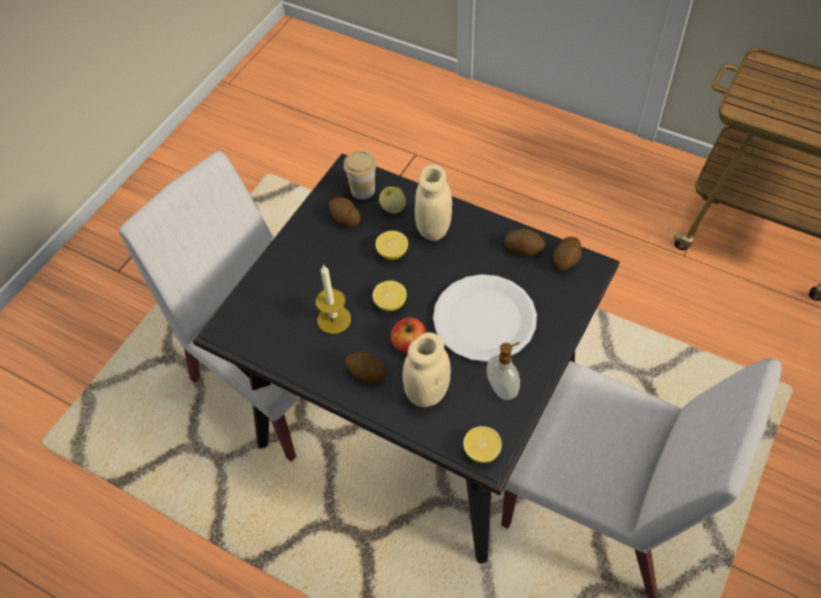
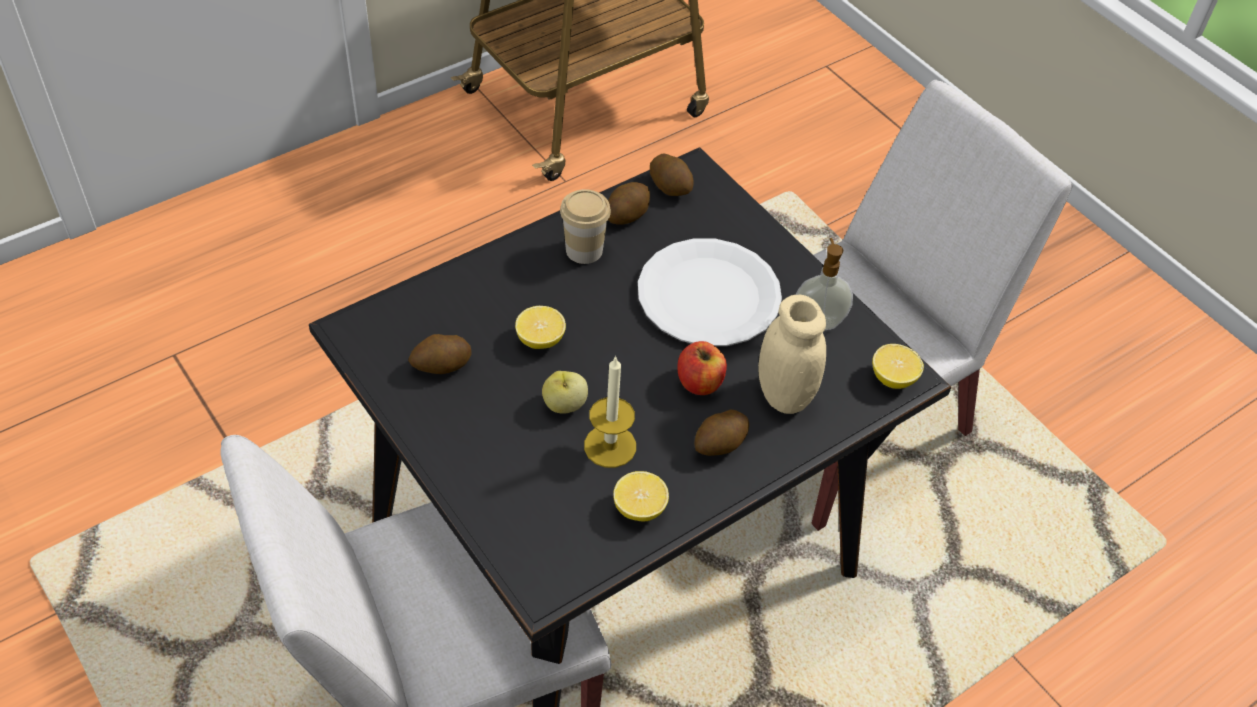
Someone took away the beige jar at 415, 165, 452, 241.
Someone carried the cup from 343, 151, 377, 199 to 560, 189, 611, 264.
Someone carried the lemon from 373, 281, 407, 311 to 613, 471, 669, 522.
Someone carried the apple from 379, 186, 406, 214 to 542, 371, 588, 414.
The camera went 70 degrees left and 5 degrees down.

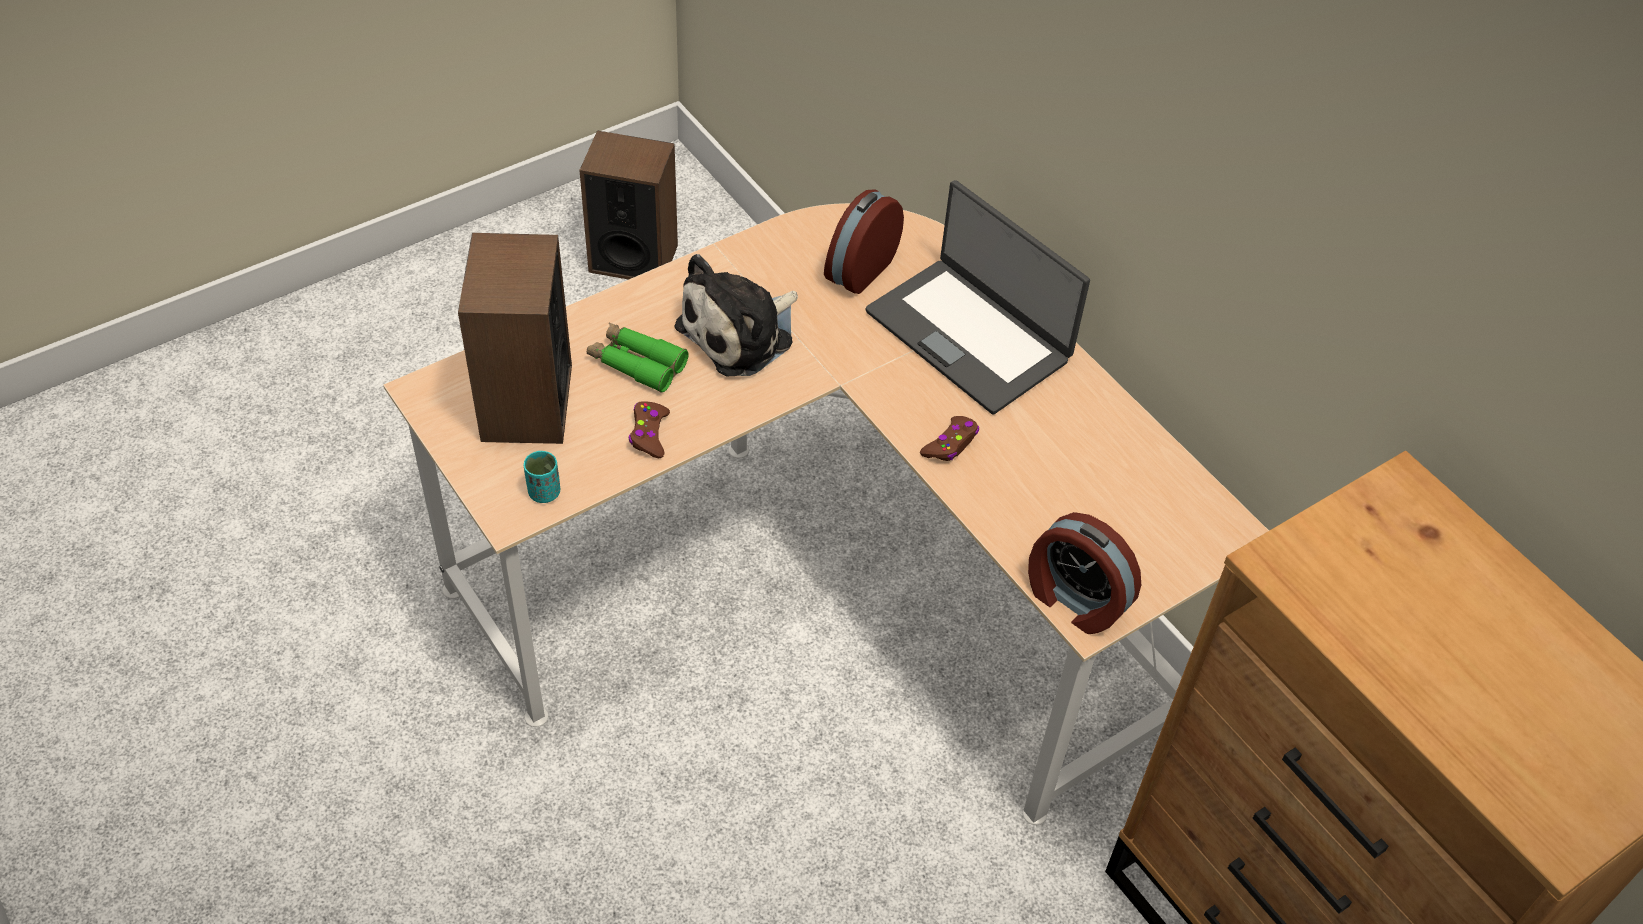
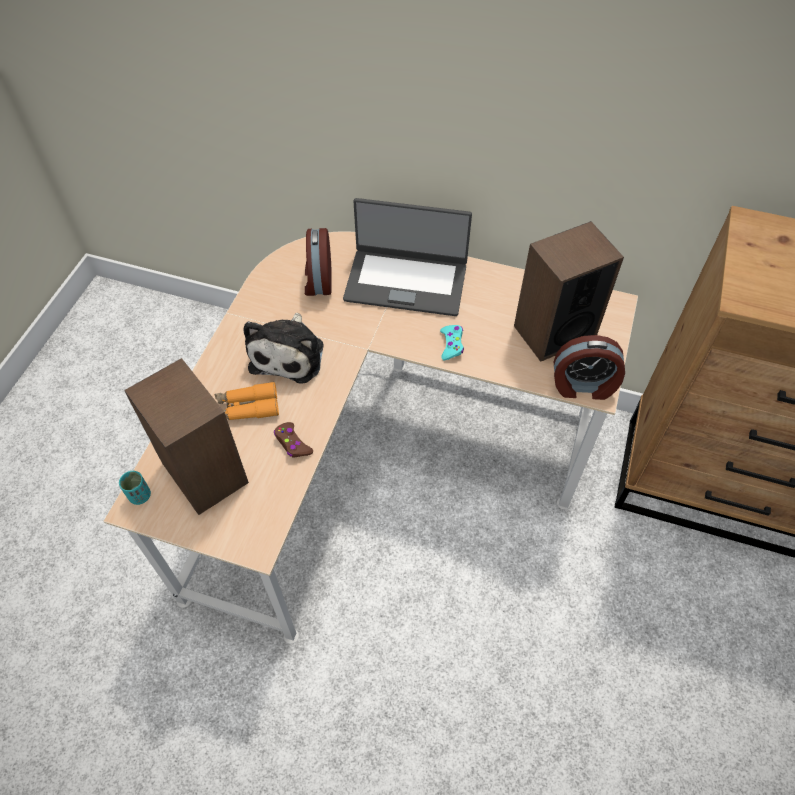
Someone carried the turquoise cup from 524, 451, 561, 503 to 119, 471, 151, 505.
Someone carried the speaker from 579, 130, 678, 280 to 514, 221, 624, 362.
Someone repainted the green binoculars at 587, 323, 688, 393, which became the orange binoculars at 214, 381, 279, 420.
Someone repainted the brown game controller at 920, 416, 979, 461, which became the turquoise game controller at 440, 325, 464, 360.
The camera went 35 degrees left and 5 degrees up.

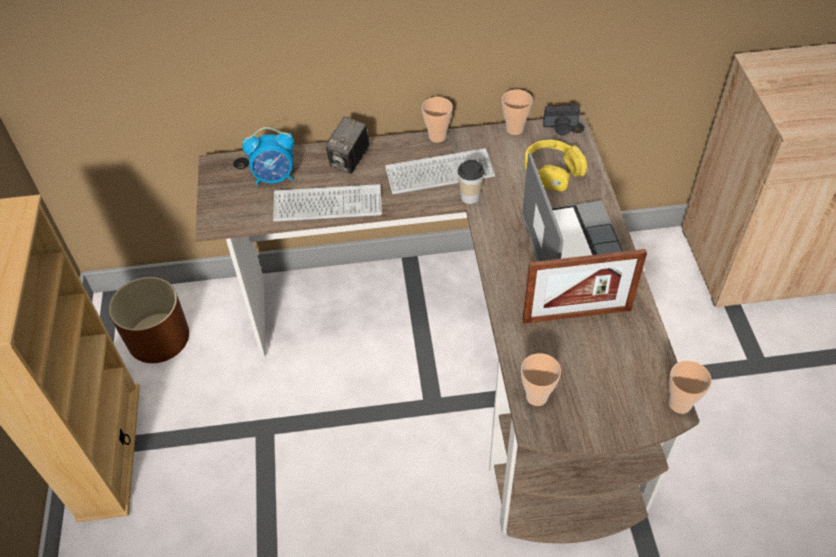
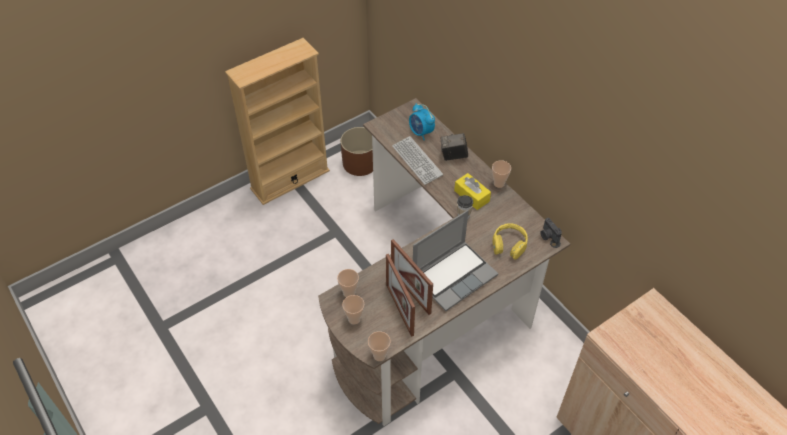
Someone put down the picture frame at 386, 254, 415, 337.
Someone carried the cup from 502, 89, 533, 135 to 342, 295, 364, 324.
Someone swapped the keyboard at 385, 148, 495, 194 for the yellow tissue box at 454, 173, 491, 210.
The camera went 60 degrees right and 0 degrees up.

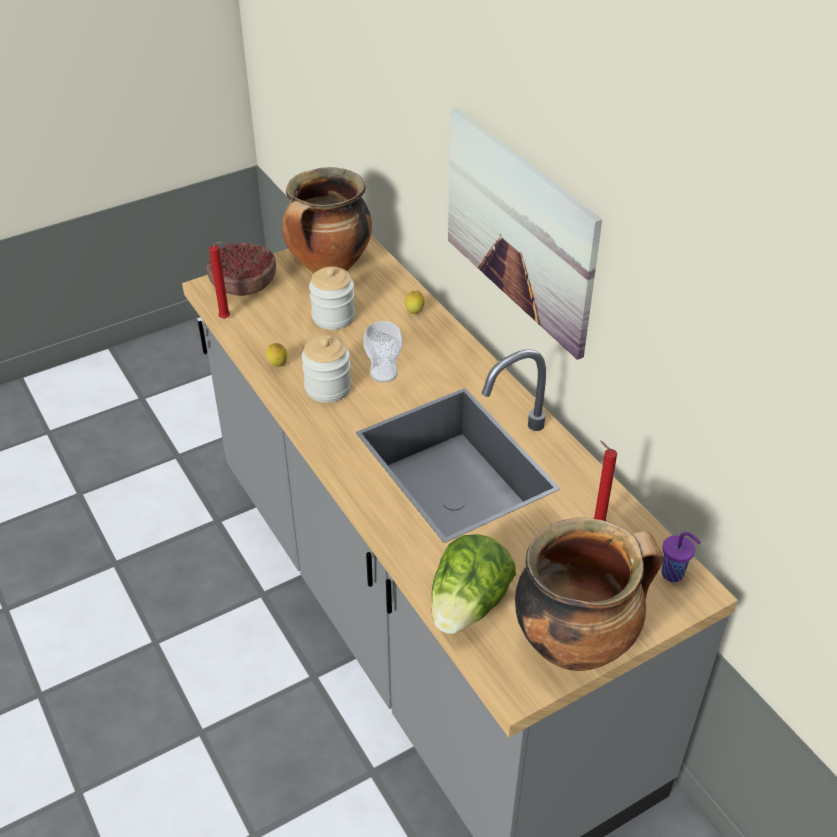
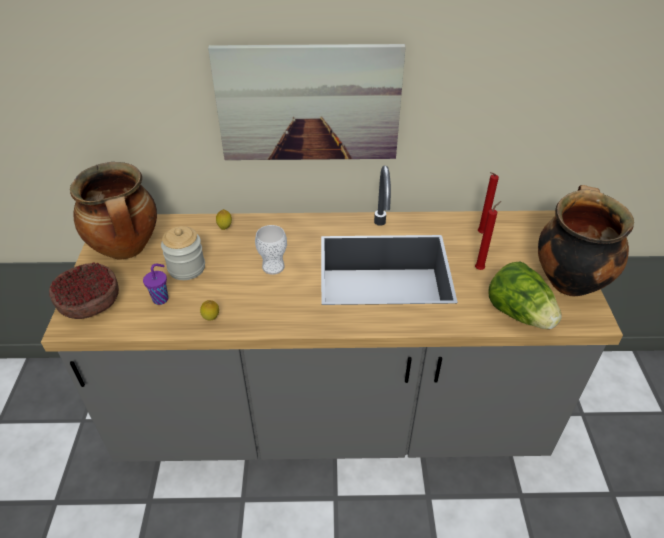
Someone took away the jar at 302, 335, 351, 403.
Someone carried the red candle from 209, 242, 230, 319 to 475, 201, 501, 270.
Someone carried the purple cup from 662, 532, 701, 582 to 143, 263, 168, 305.
The camera went 60 degrees left and 0 degrees up.

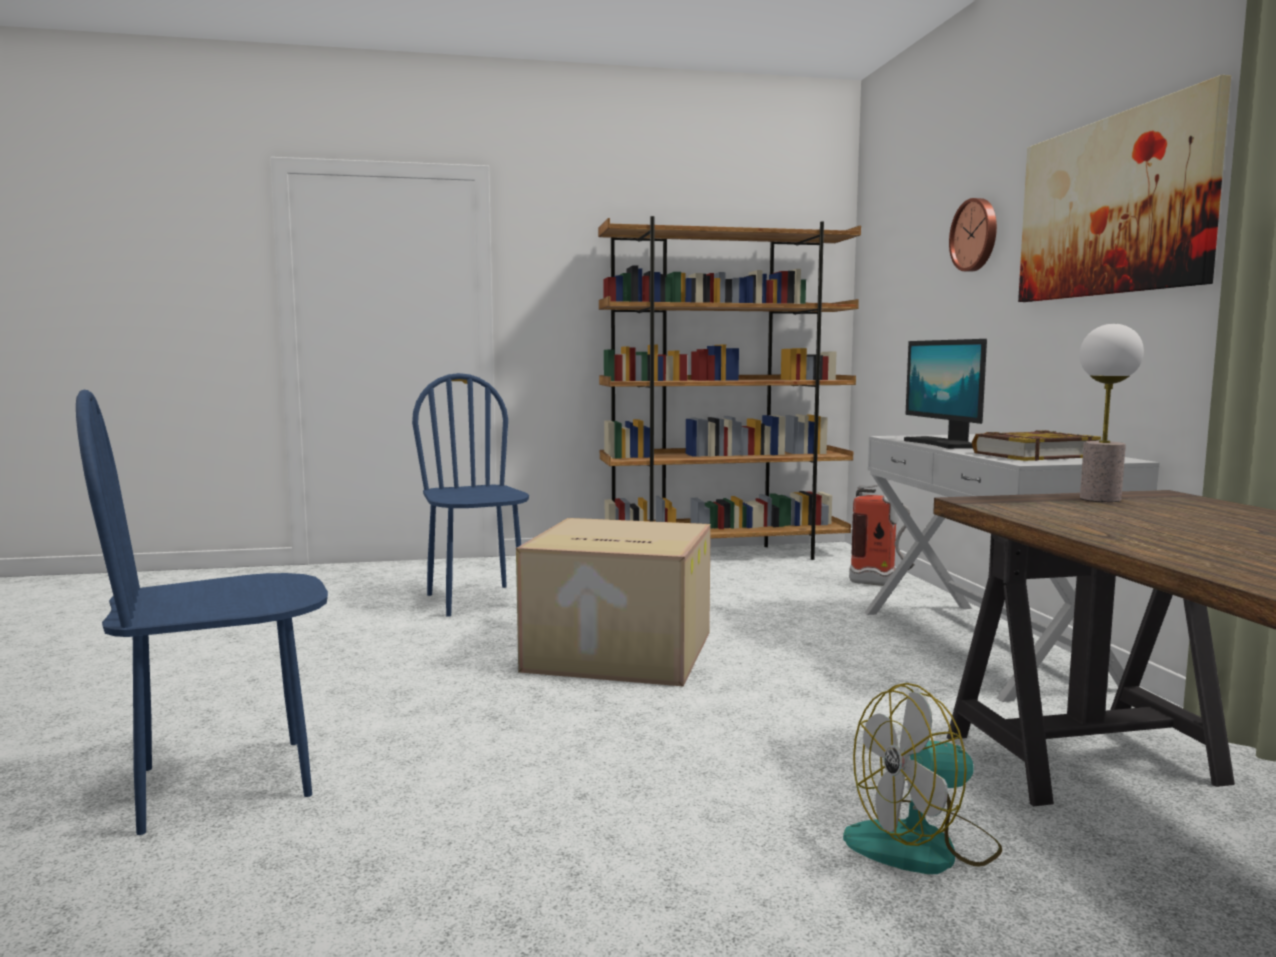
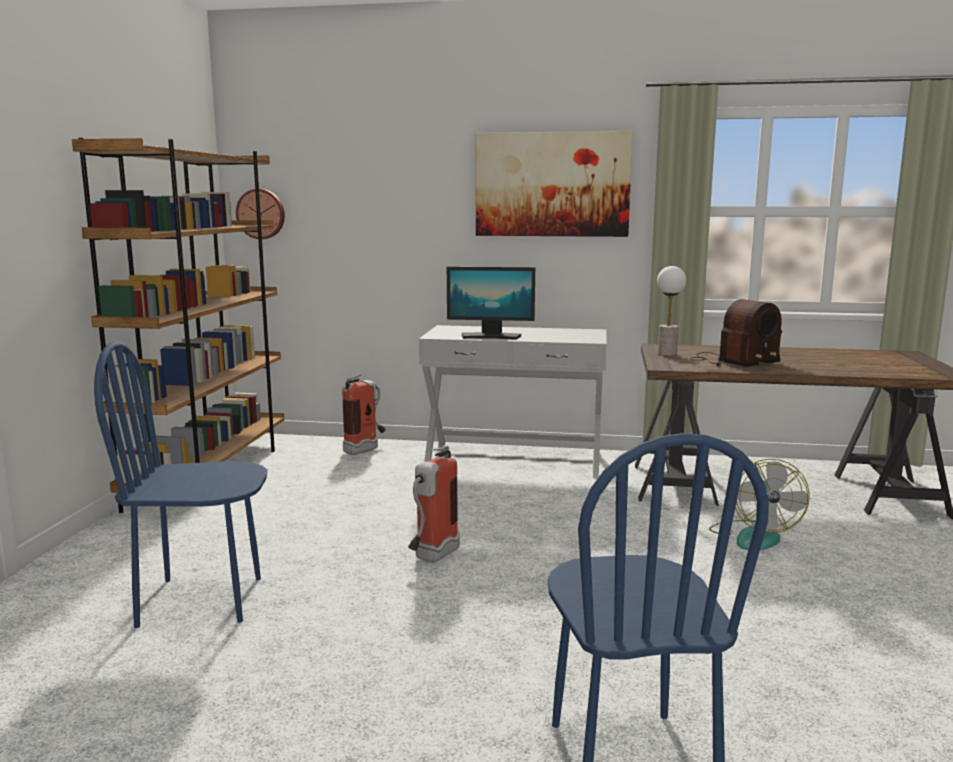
Someone took away the book at 972, 430, 1101, 461.
Someone put down the radio at 690, 299, 782, 367.
Someone carried the wall clock from 949, 198, 997, 272 to 236, 189, 285, 239.
Someone swapped the cardboard box at 516, 518, 711, 687 for the fire extinguisher at 408, 446, 460, 563.
The camera went 70 degrees left and 5 degrees up.

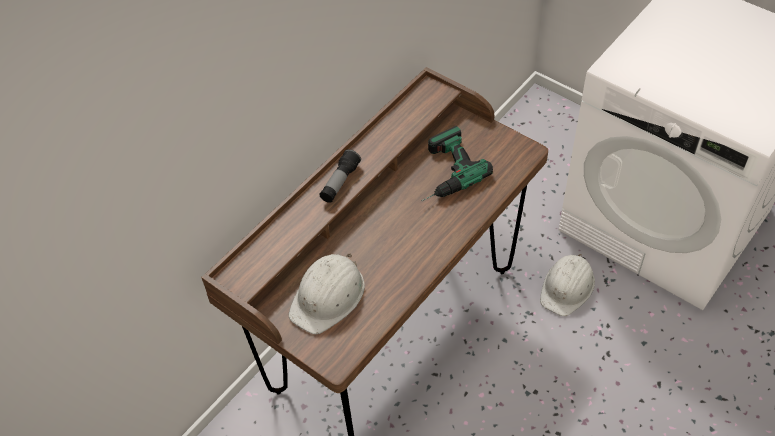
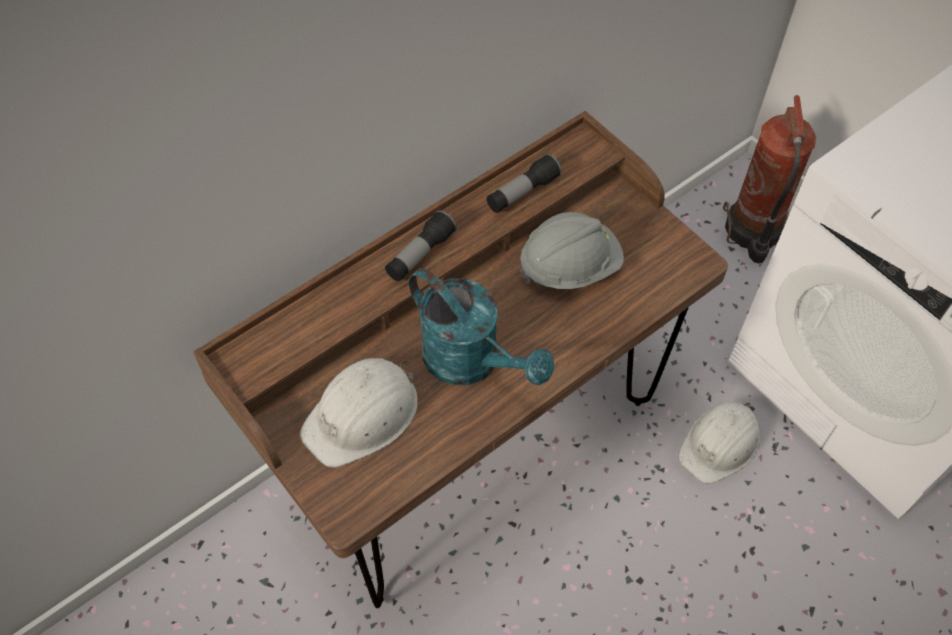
Someone put down the turquoise watering can at 408, 268, 554, 385.
Someone put down the flashlight at 486, 153, 562, 213.
Someone put down the fire extinguisher at 723, 95, 816, 263.
Someone swapped the power drill at 422, 126, 493, 201 for the grey hard hat at 520, 212, 624, 289.
The camera went 10 degrees right and 5 degrees up.

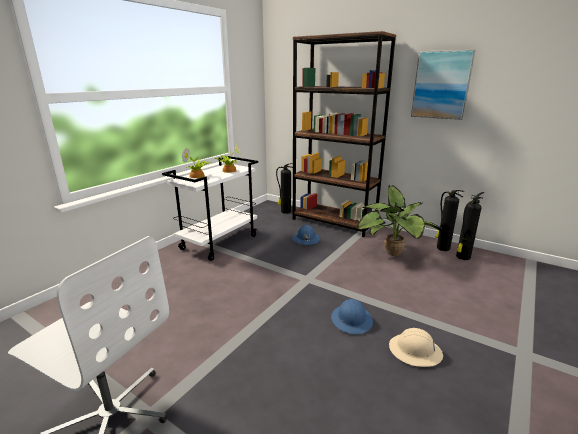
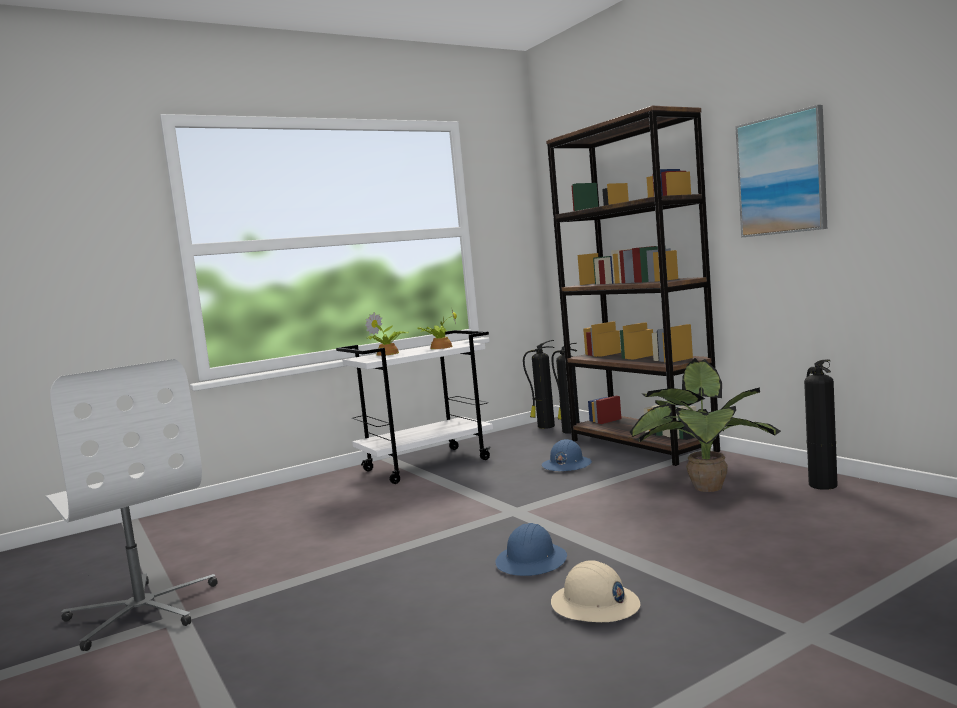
Someone carried the fire extinguisher from 456, 192, 485, 260 to 523, 340, 555, 429.
The camera went 25 degrees right and 15 degrees down.

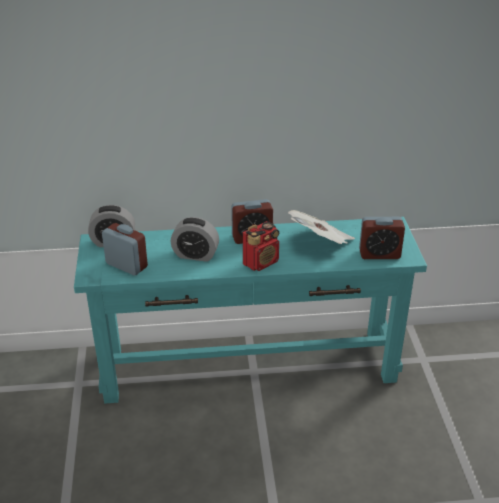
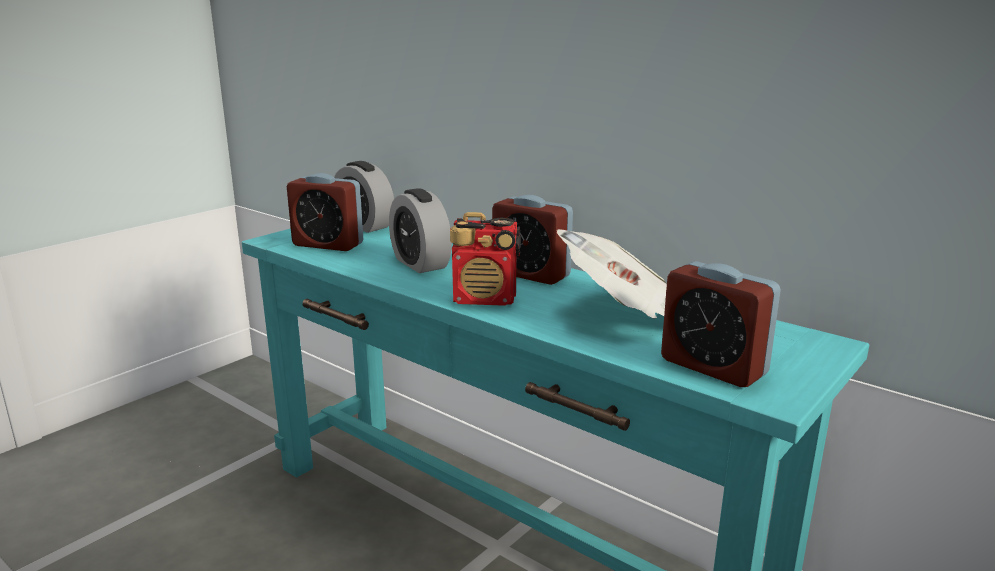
Someone rotated the alarm clock at 102, 223, 148, 275 by 120 degrees clockwise.
The camera went 45 degrees right and 15 degrees down.

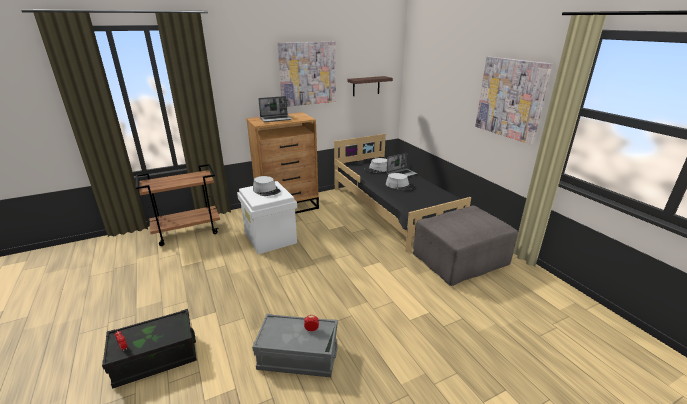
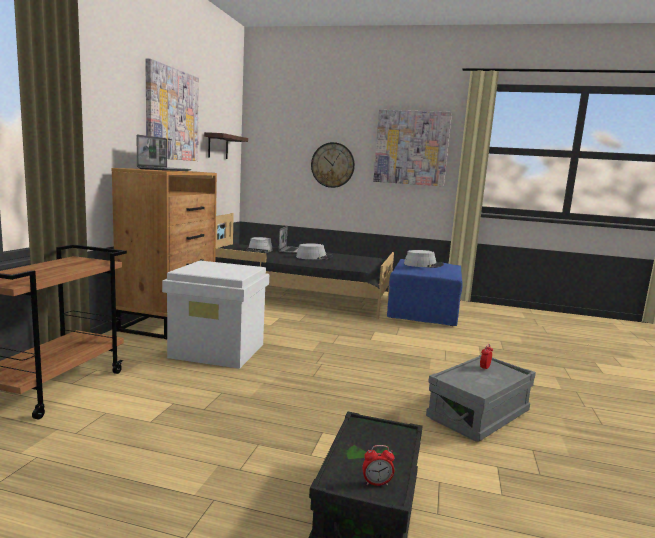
Someone put up the wall clock at 311, 142, 355, 188.
Someone carried the grey hat from 253, 176, 280, 196 to 404, 250, 444, 268.
Someone repainted the grey ottoman at 413, 206, 518, 286, which became the blue ottoman at 387, 259, 463, 326.
The camera went 50 degrees left and 15 degrees down.

